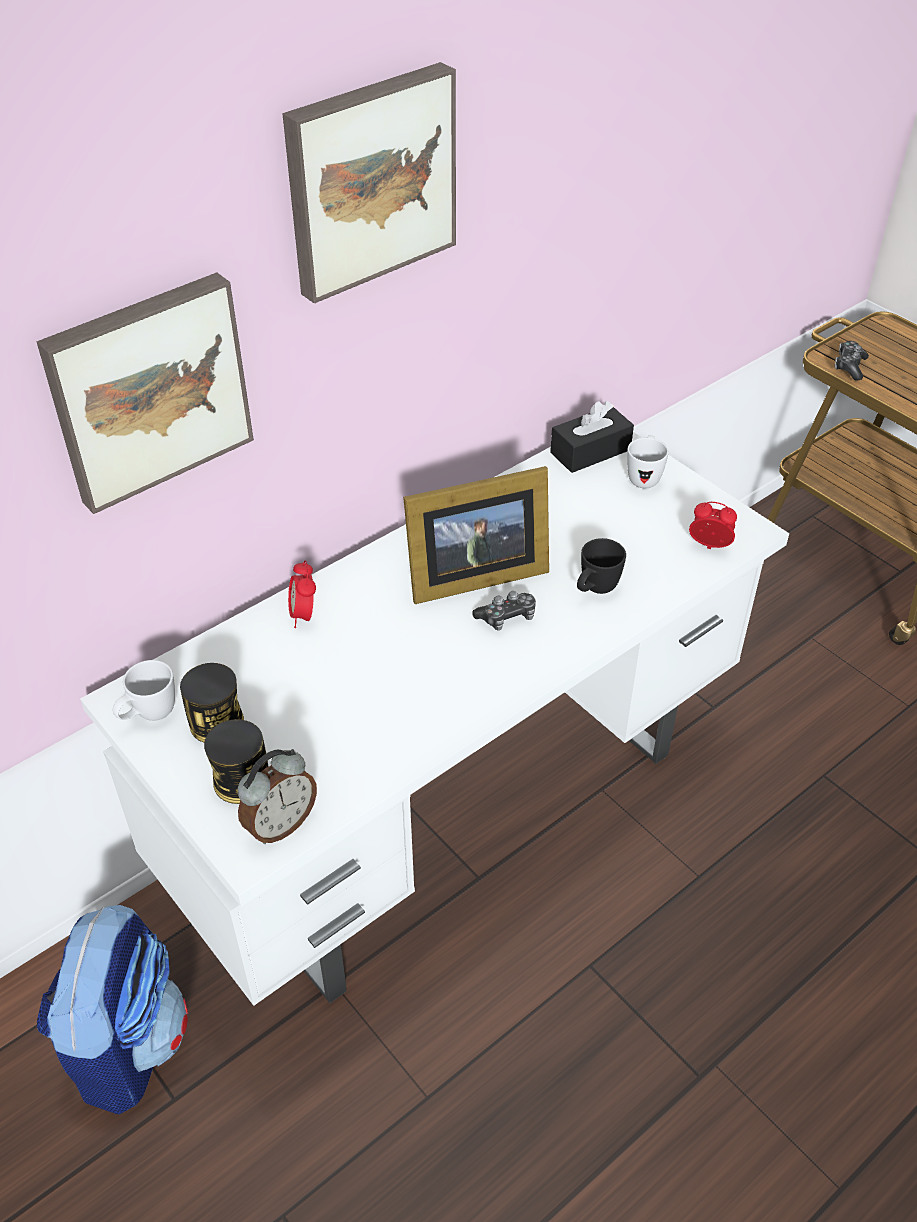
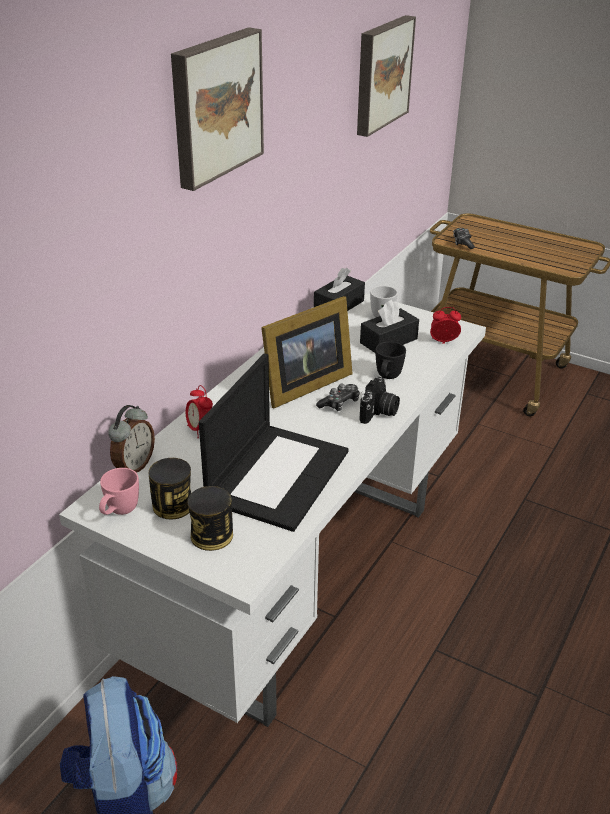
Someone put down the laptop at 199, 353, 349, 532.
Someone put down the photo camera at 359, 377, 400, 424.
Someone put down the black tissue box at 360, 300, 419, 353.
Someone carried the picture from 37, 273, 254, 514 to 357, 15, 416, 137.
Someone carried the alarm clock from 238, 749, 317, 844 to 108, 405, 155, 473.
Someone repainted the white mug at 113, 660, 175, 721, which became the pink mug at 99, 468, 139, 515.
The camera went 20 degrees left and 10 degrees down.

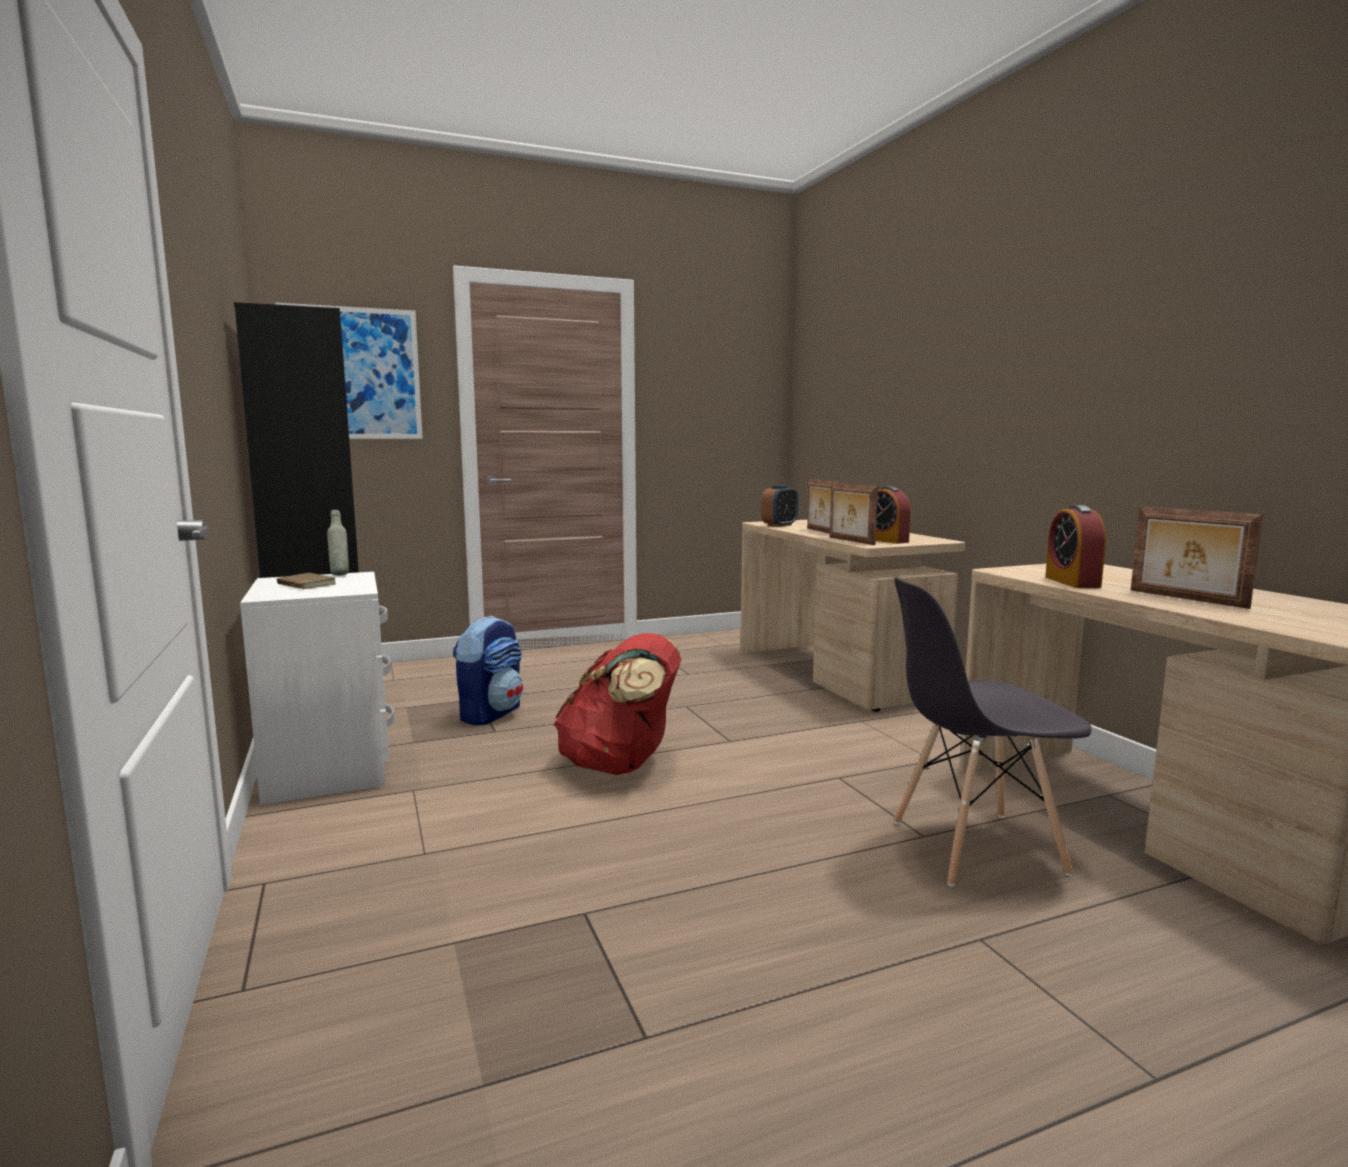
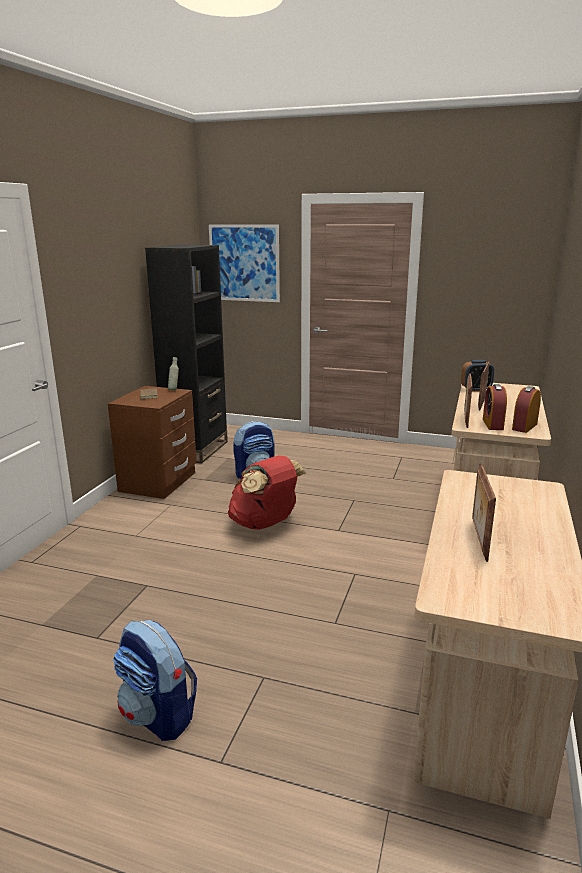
Someone took away the grey chair at 893, 577, 1091, 887.
Someone put down the backpack at 113, 620, 197, 741.
Someone carried the alarm clock from 1045, 505, 1106, 588 to 512, 386, 541, 433.
Someone repainted the white nightstand at 240, 572, 394, 805, which became the brown nightstand at 108, 386, 197, 499.
The camera went 40 degrees right and 10 degrees up.

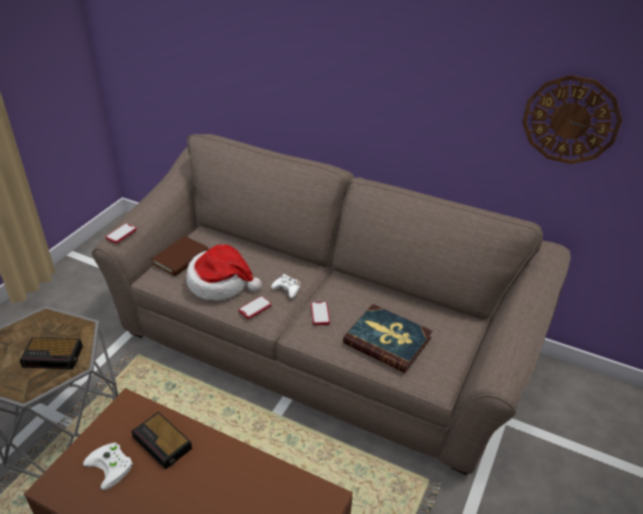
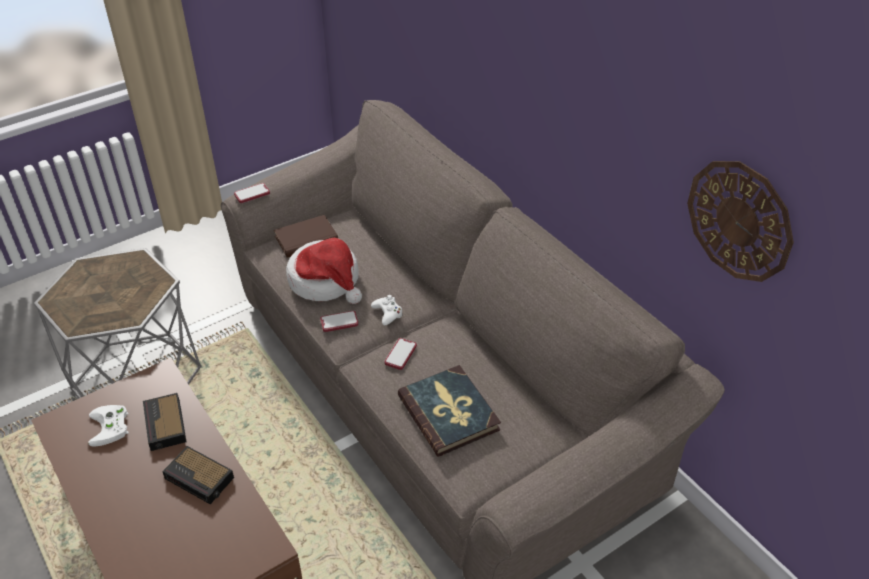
Someone carried the alarm clock from 20, 337, 83, 369 to 162, 446, 234, 504.
The camera went 30 degrees right and 5 degrees up.

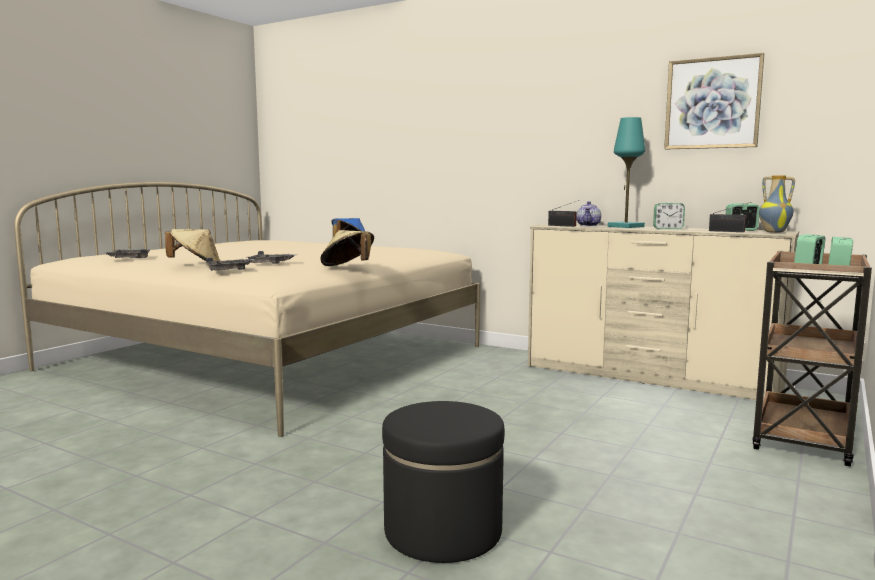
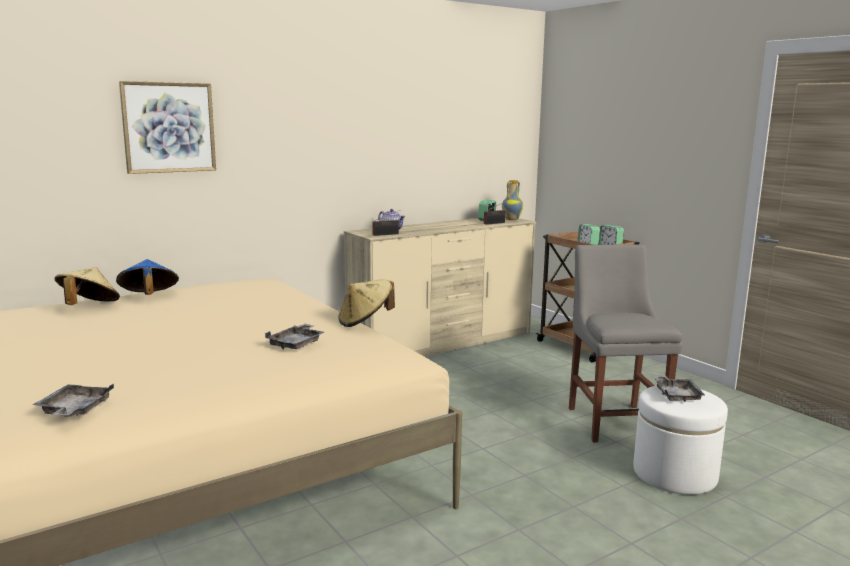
Someone took away the turquoise table lamp at 608, 117, 645, 228.
Someone took away the alarm clock at 653, 203, 685, 229.
Someone put down the grey chair at 569, 244, 682, 443.
Someone carried the beige hat from 165, 229, 220, 261 to 55, 267, 120, 305.
Someone carried the grey tray from 206, 258, 255, 271 to 654, 376, 705, 402.
Someone carried the picture from 664, 53, 764, 149 to 119, 81, 216, 174.
Someone repainted the black ottoman at 382, 401, 505, 563, which became the white ottoman at 633, 386, 728, 495.
The camera went 65 degrees left and 5 degrees up.

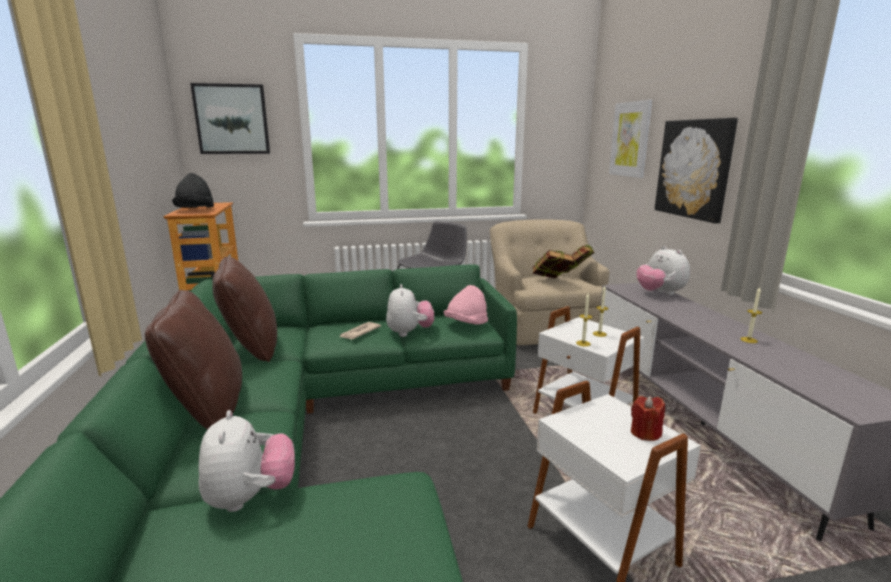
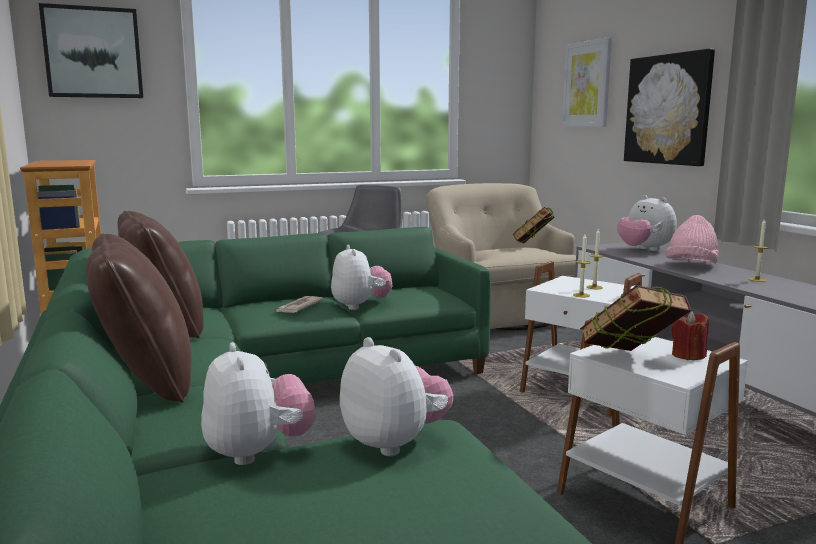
Someone took away the black hat at 172, 173, 214, 208.
Someone put down the plush toy at 340, 337, 453, 456.
Someone carried the pink hat from 444, 285, 488, 325 to 665, 215, 719, 263.
Someone carried the book from 532, 250, 574, 278 to 580, 285, 691, 351.
The camera went 10 degrees left and 5 degrees down.

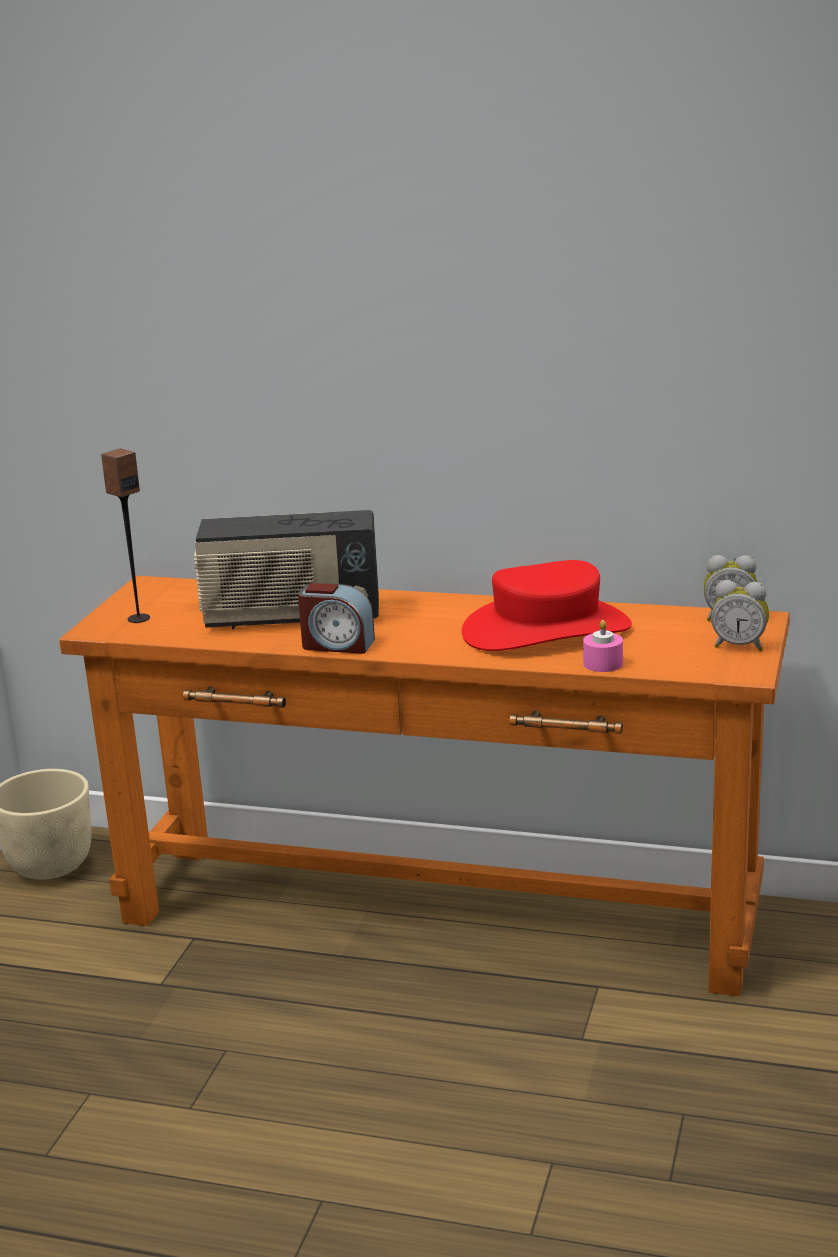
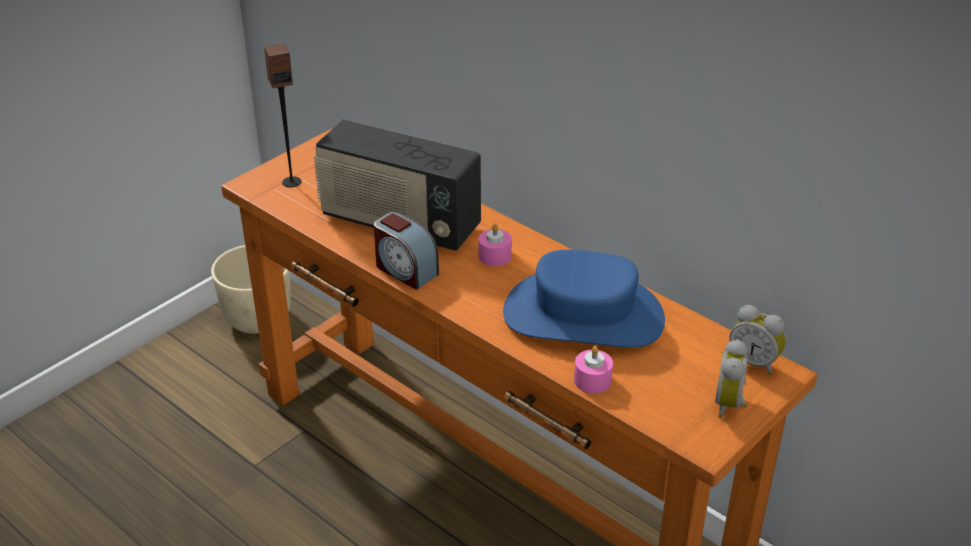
Someone put down the pink candle at 478, 224, 512, 266.
Someone repainted the red hat at 462, 560, 632, 651, which became the blue hat at 503, 250, 665, 348.
Someone rotated the alarm clock at 711, 580, 769, 651 by 60 degrees clockwise.
The camera went 25 degrees right and 15 degrees up.

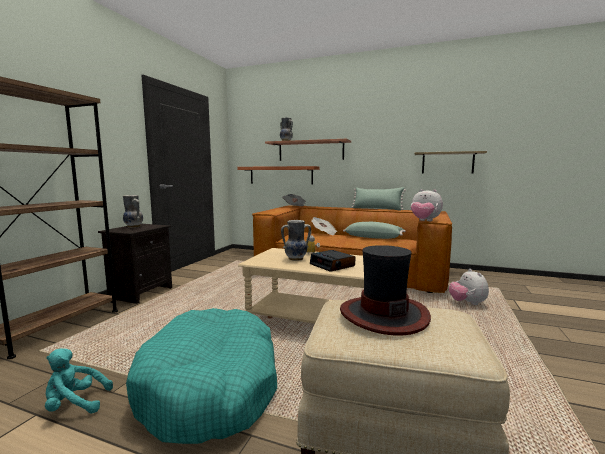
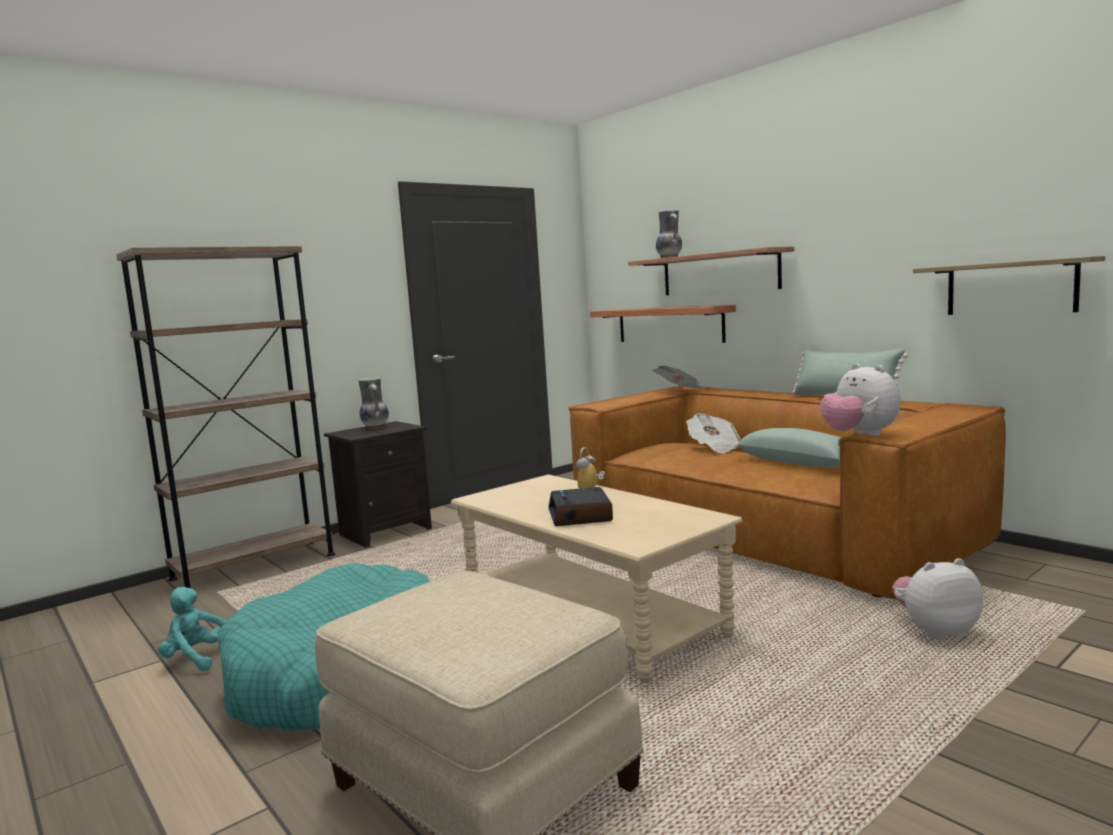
Someone took away the vase at 281, 220, 311, 261.
Someone took away the hat at 340, 245, 431, 336.
Someone rotated the plush toy at 449, 269, 489, 305 by 60 degrees clockwise.
The camera went 30 degrees right and 0 degrees up.

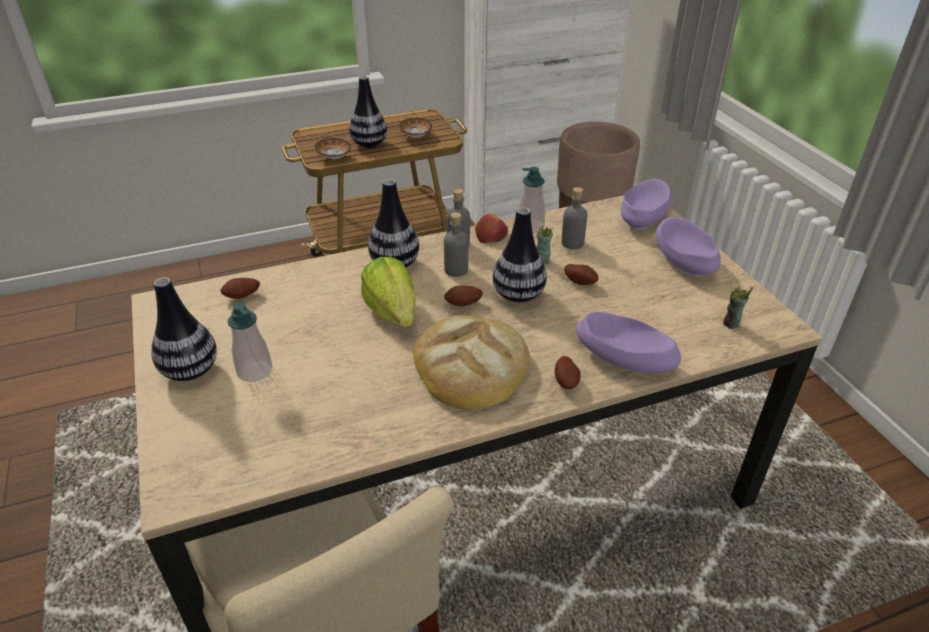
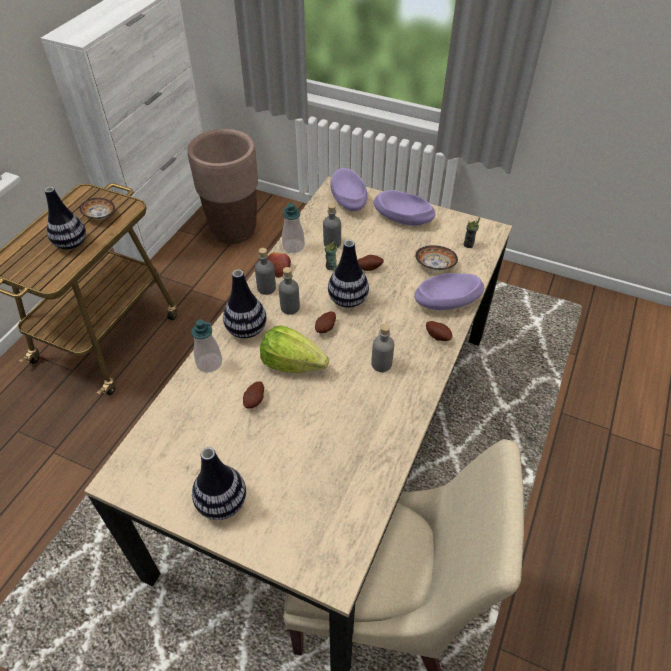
Someone carried the potato from 220, 278, 260, 299 to 243, 381, 264, 408.
Someone carried the soap dispenser from 228, 302, 272, 382 to 191, 319, 222, 372.
Someone carried the bowl from 315, 138, 351, 159 to 415, 245, 458, 270.
Someone swapped the bread at 413, 315, 530, 410 for the grey bottle at 371, 324, 394, 372.
The camera went 45 degrees left and 10 degrees up.

